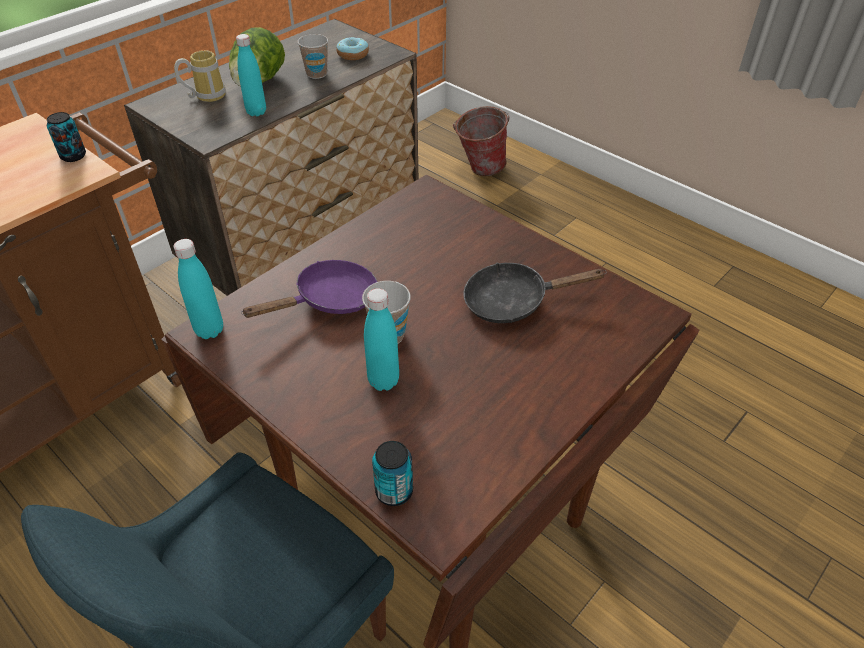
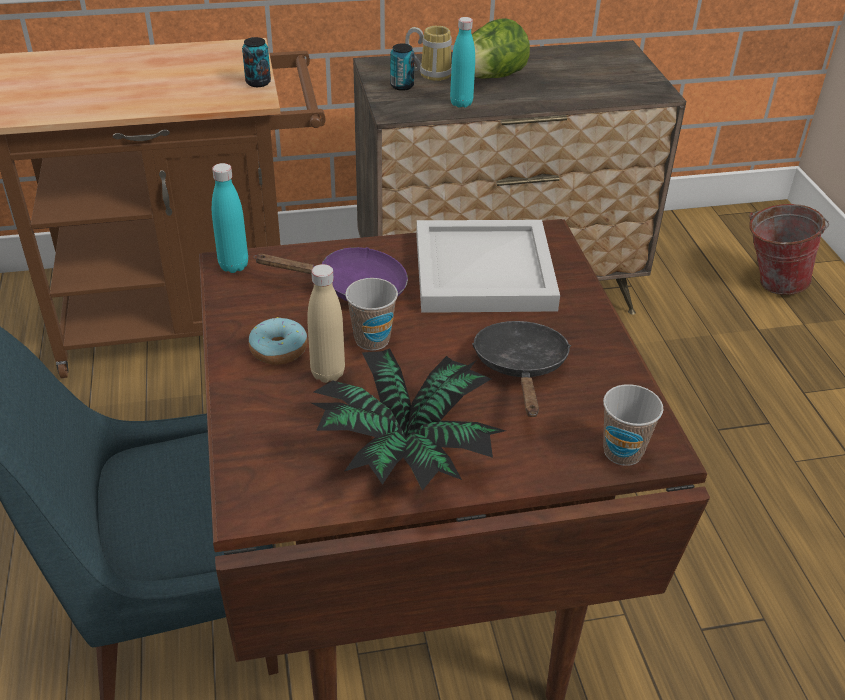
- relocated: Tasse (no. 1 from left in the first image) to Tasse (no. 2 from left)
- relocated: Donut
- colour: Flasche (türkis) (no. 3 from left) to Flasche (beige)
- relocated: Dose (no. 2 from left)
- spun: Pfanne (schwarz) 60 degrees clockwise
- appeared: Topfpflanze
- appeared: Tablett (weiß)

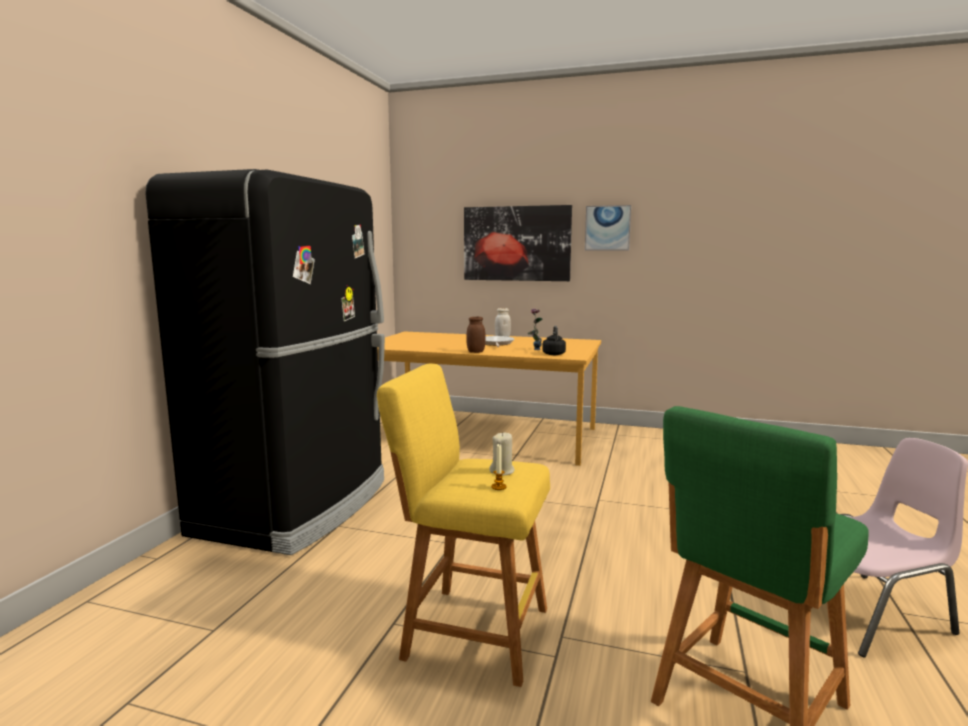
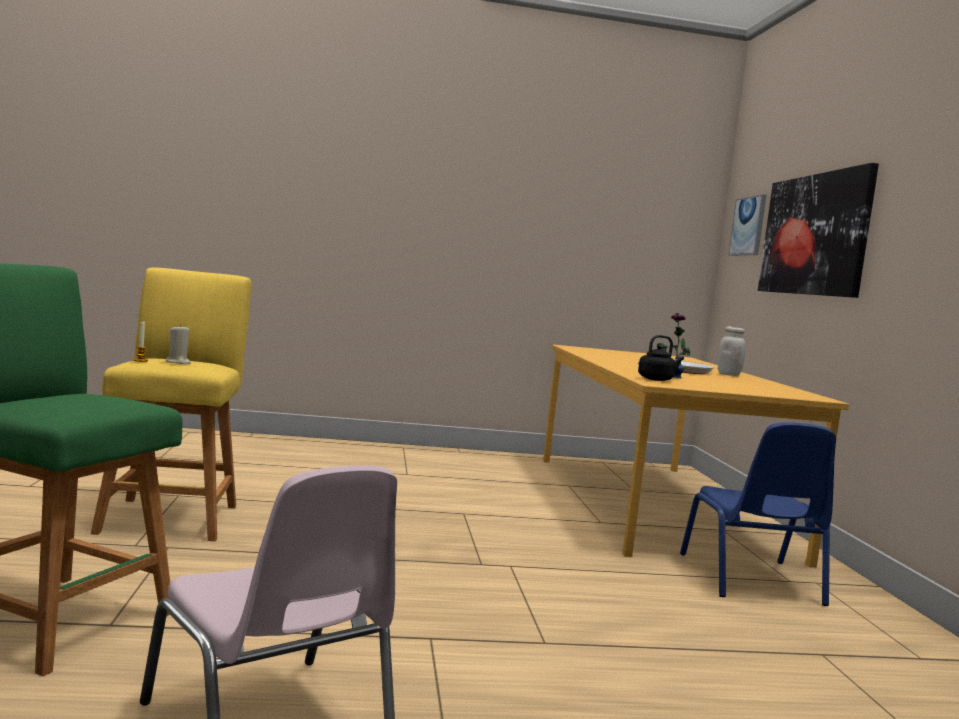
- missing: Kühlschrank (schwarz)
- missing: Vorratsglas (braun)
- relocated: Bild (no. 2 from left in the first image) to Bild (no. 1 from left)
- appeared: Stuhl (blau)

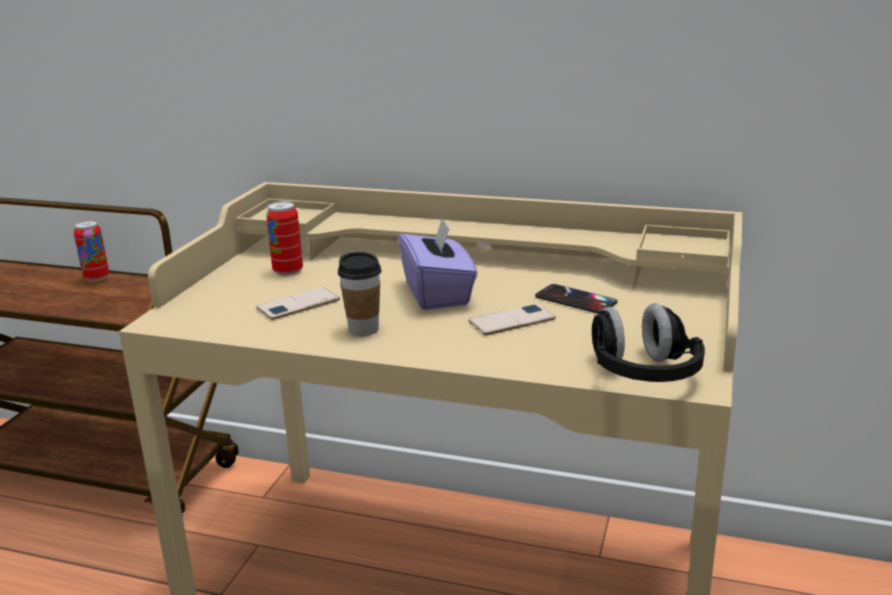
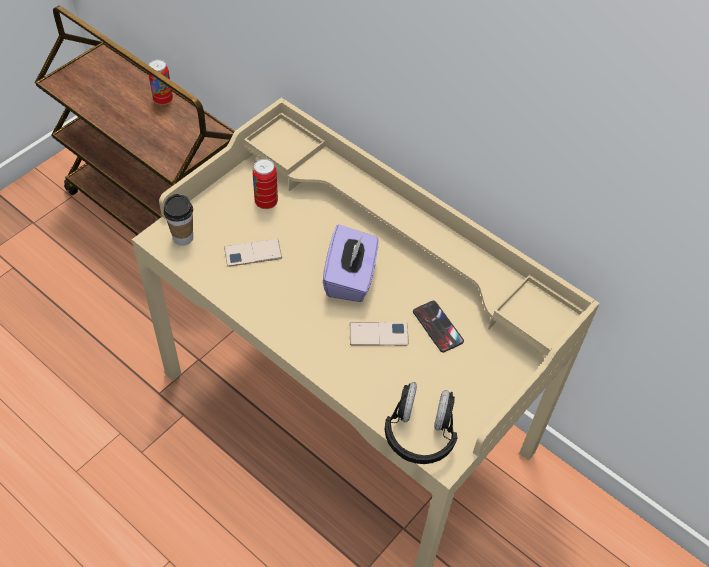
- relocated: Tasse

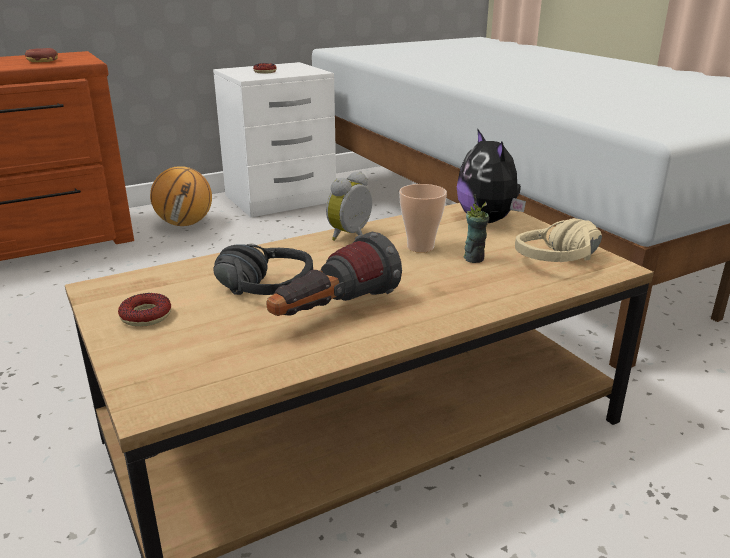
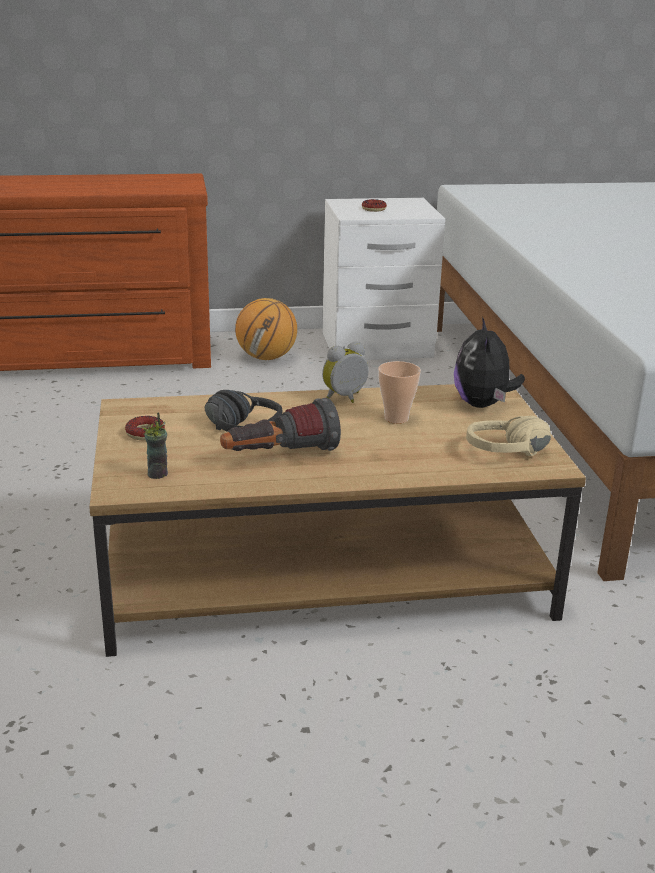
- missing: Donut (no. 1 from left)
- relocated: Tasse (no. 2 from left in the first image) to Tasse (no. 1 from left)

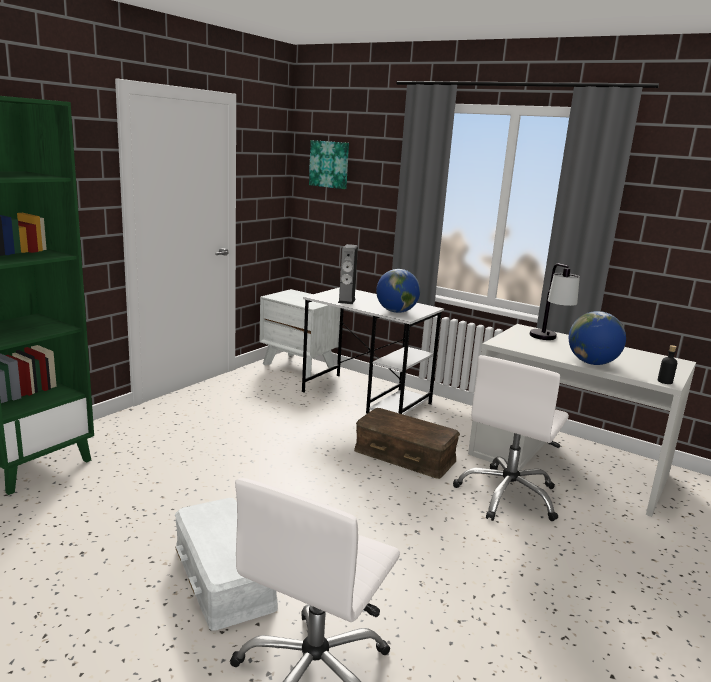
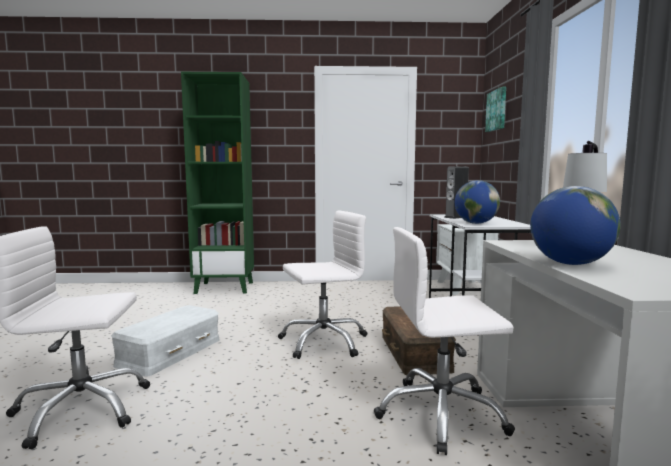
- missing: Flasche (schwarz)
- appeared: Bürostuhl (weiß) (no. 2 from left)

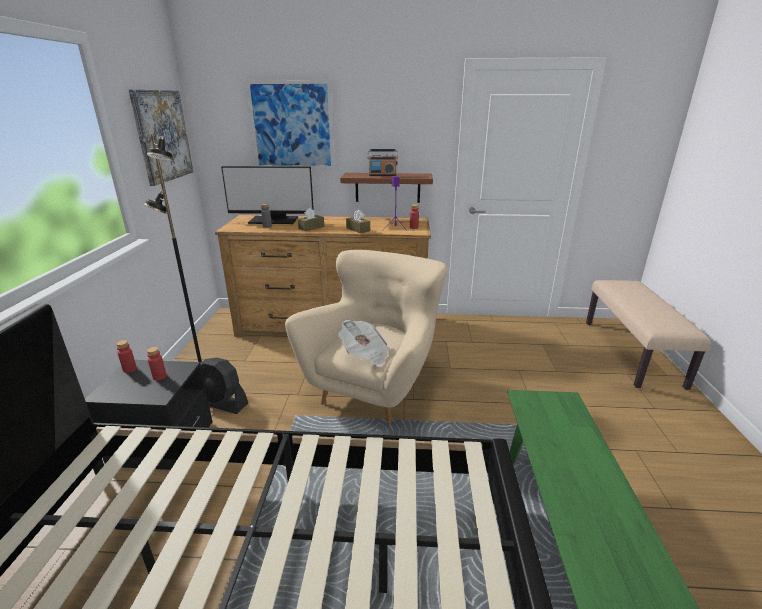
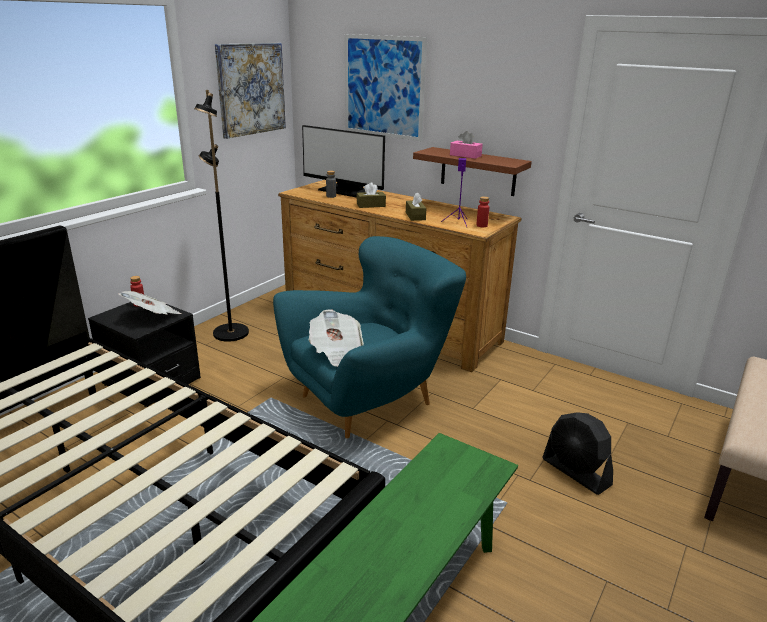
- exchanged: Flasche (rot) (no. 2 from left) to Zeitung (no. 1 from left)
- relocated: Ventilator (schwarz)
- colour: Sessel (beige) to Sessel (türkis)
- exchanged: Radio to Taschentuchbox (rosa)

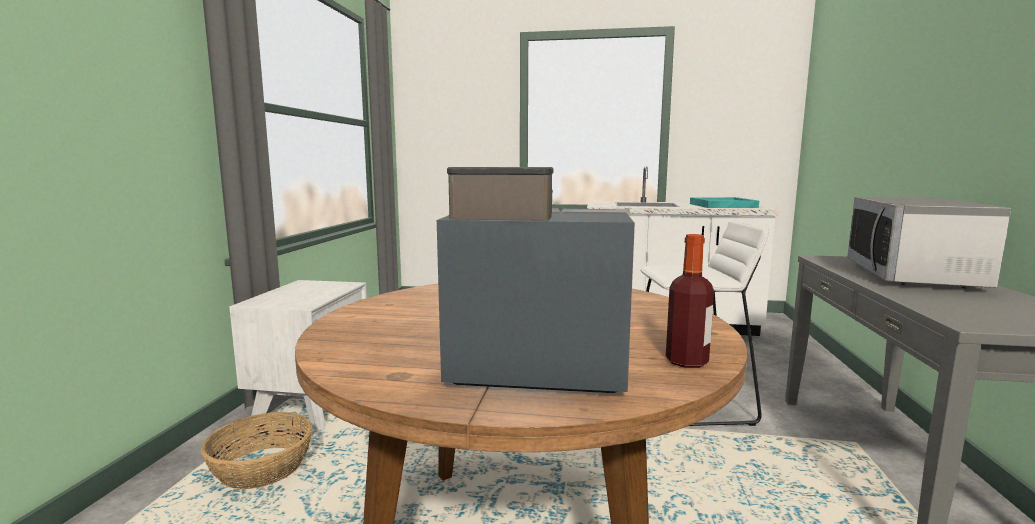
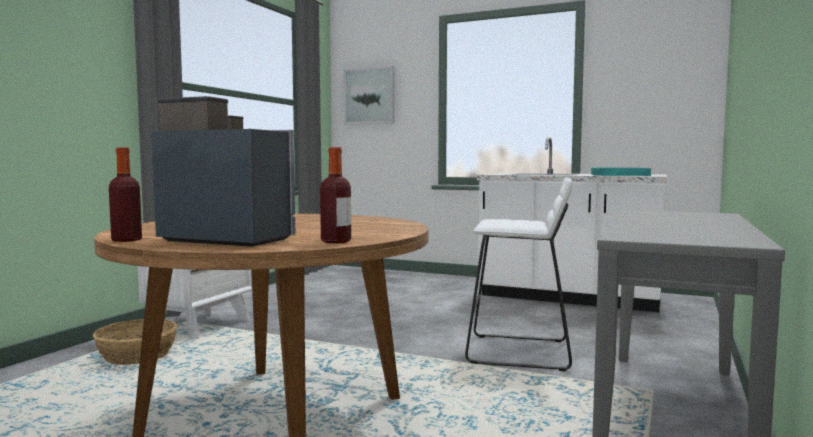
- missing: Mikrowelle
- appeared: Flasche (no. 1 from left)
- appeared: Bild

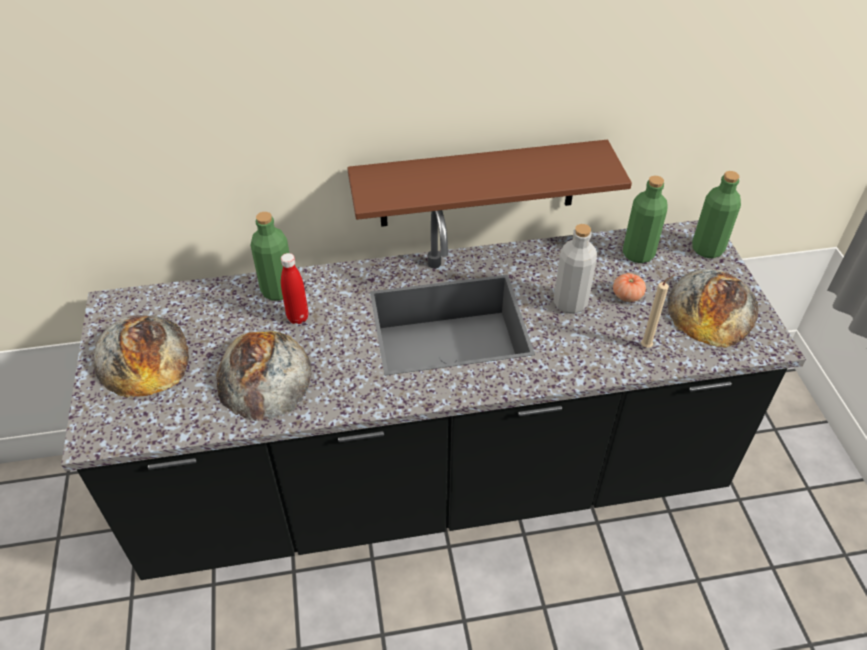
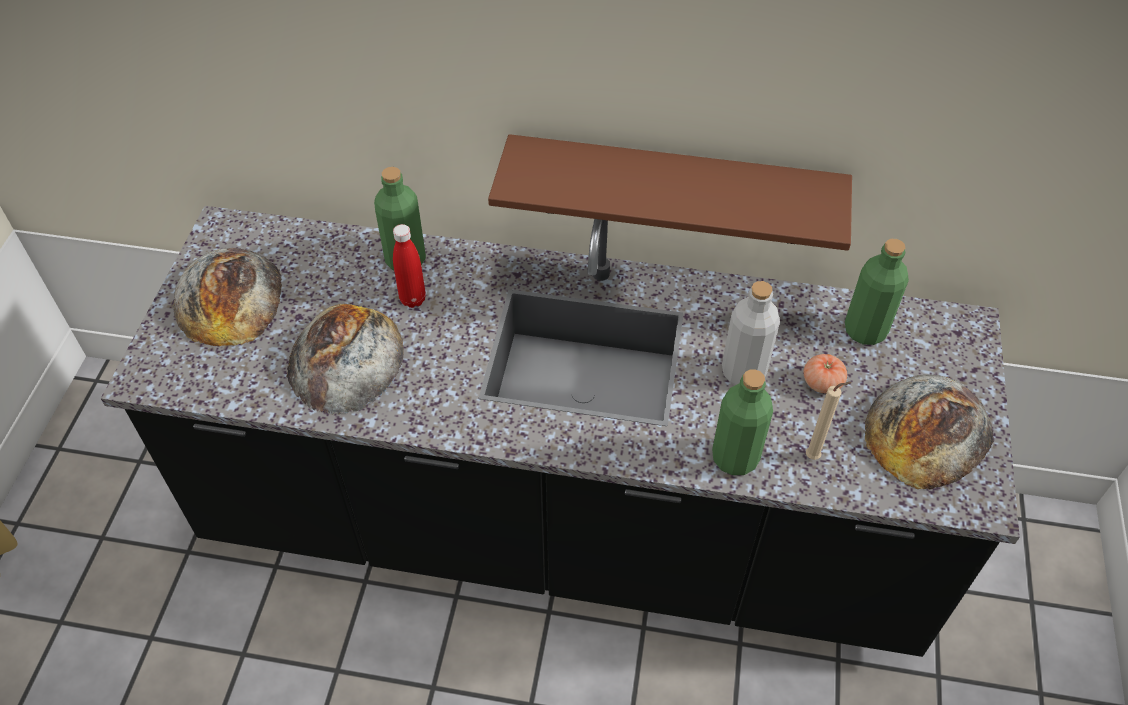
- relocated: Flasche (grün) (no. 3 from left in the first image) to Flasche (grün) (no. 2 from left)

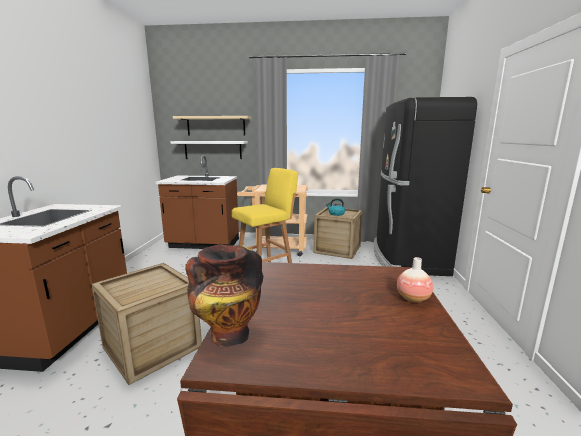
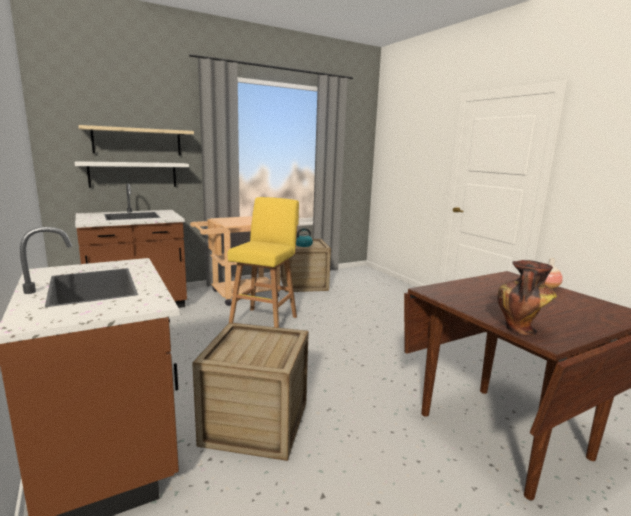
- missing: Kühlschrank (schwarz)

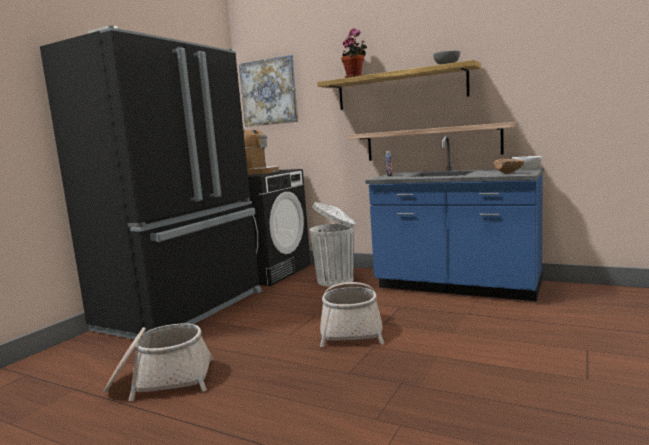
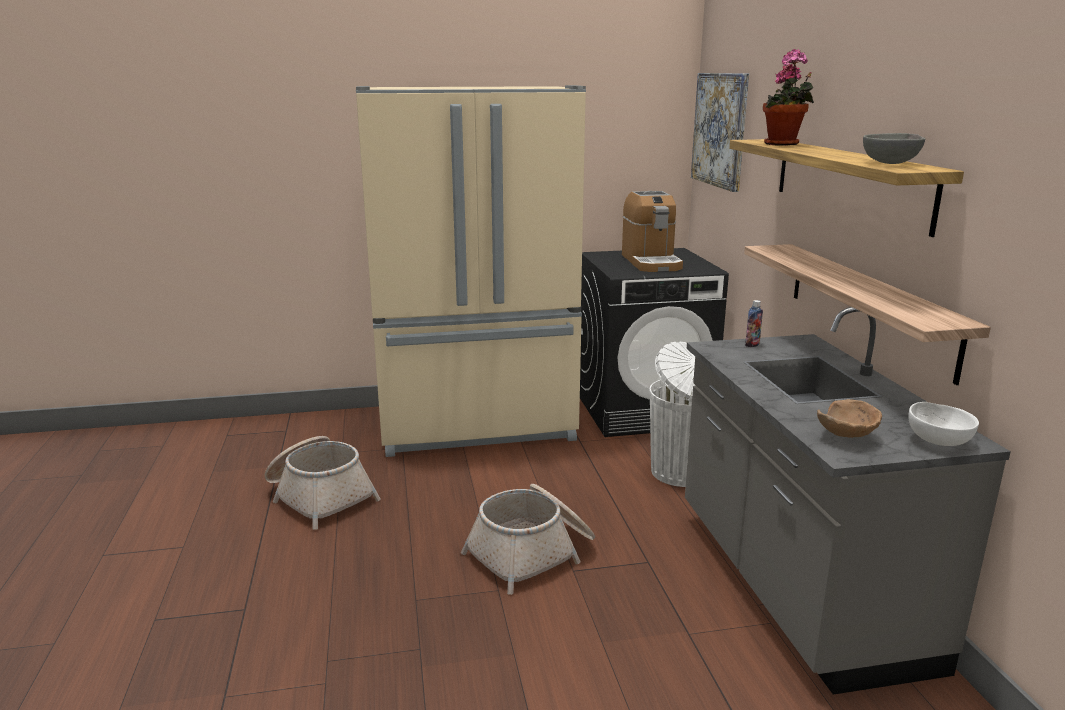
- colour: Kühlschrank (schwarz) to Kühlschrank (beige)
- colour: Küchenzeile (blau) to Küchenzeile (grau)

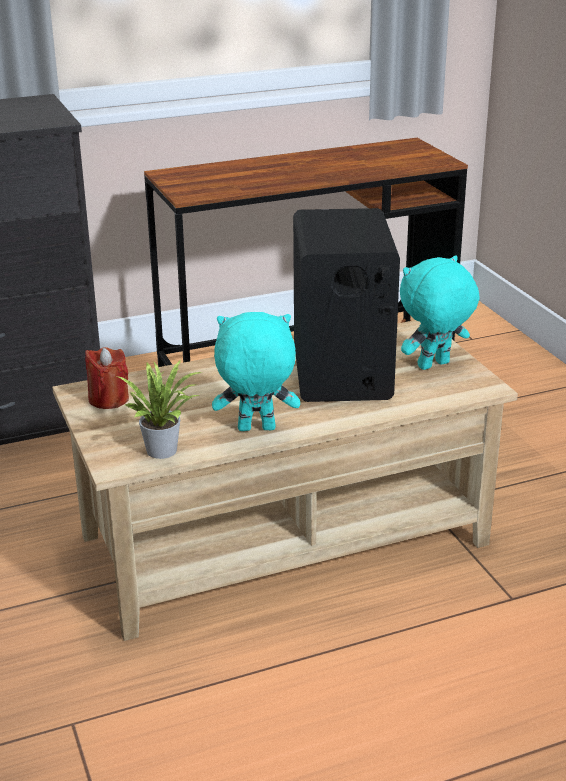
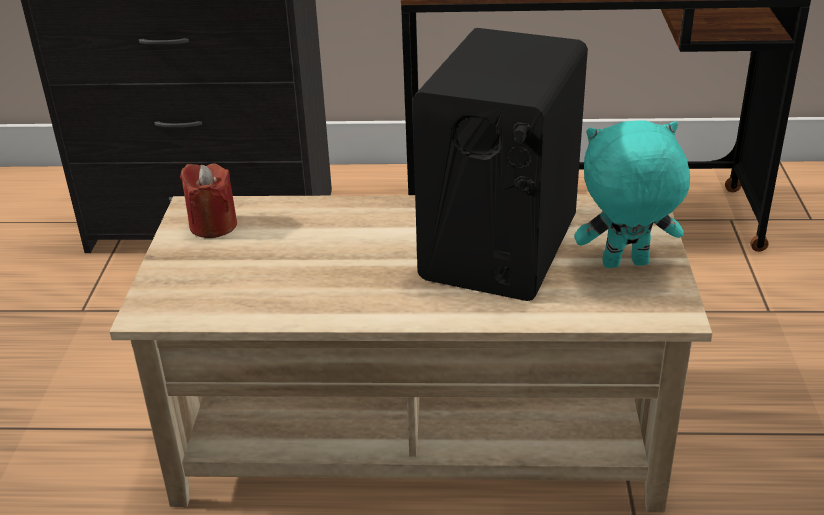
- missing: Topfpflanze
- missing: Plüschtier (türkis) (no. 1 from left)

